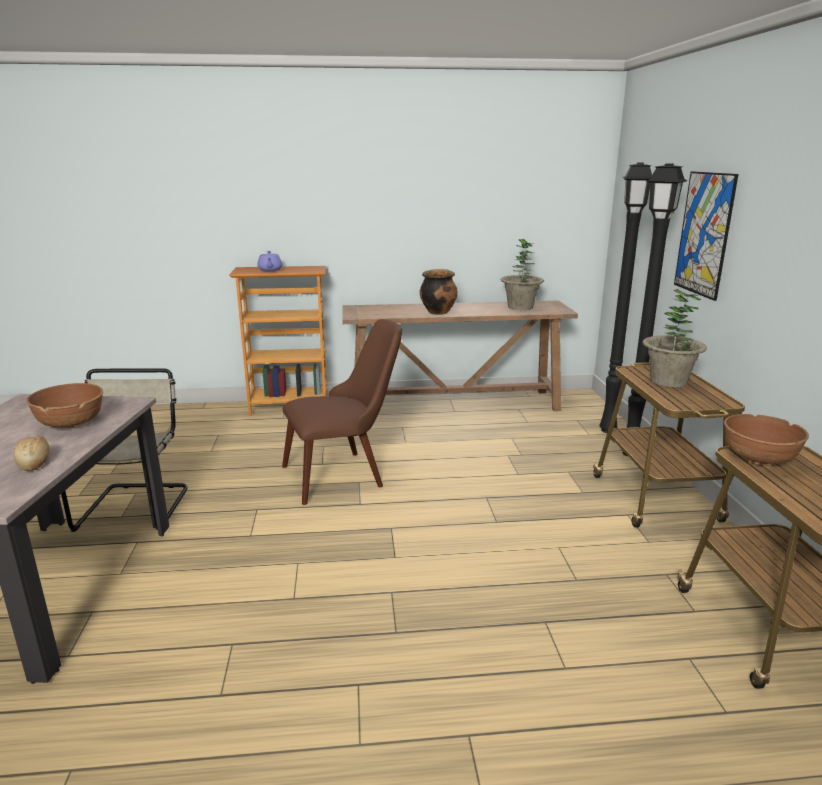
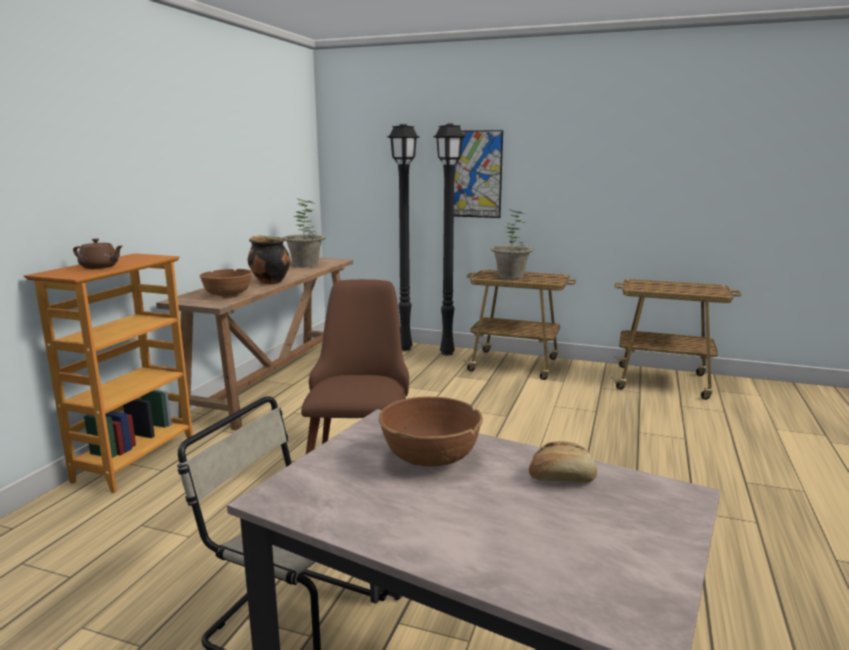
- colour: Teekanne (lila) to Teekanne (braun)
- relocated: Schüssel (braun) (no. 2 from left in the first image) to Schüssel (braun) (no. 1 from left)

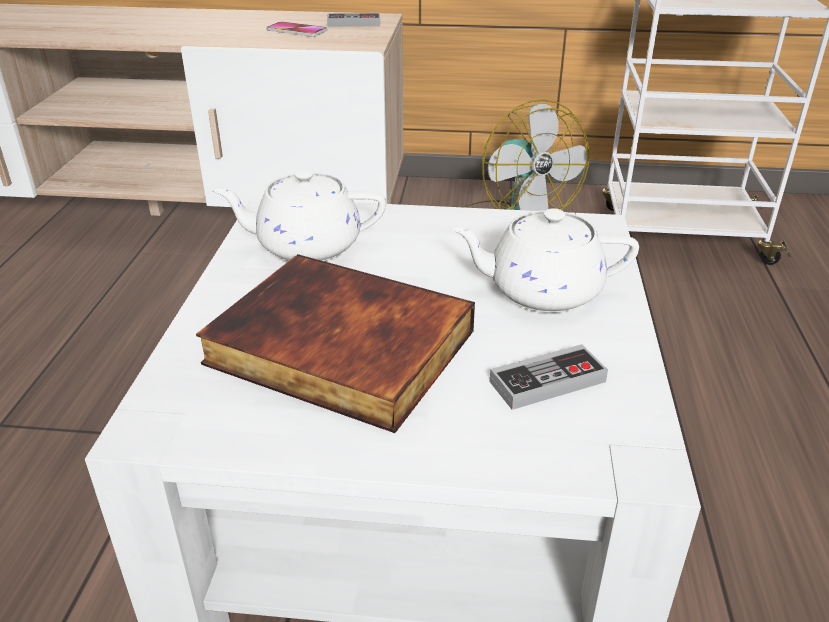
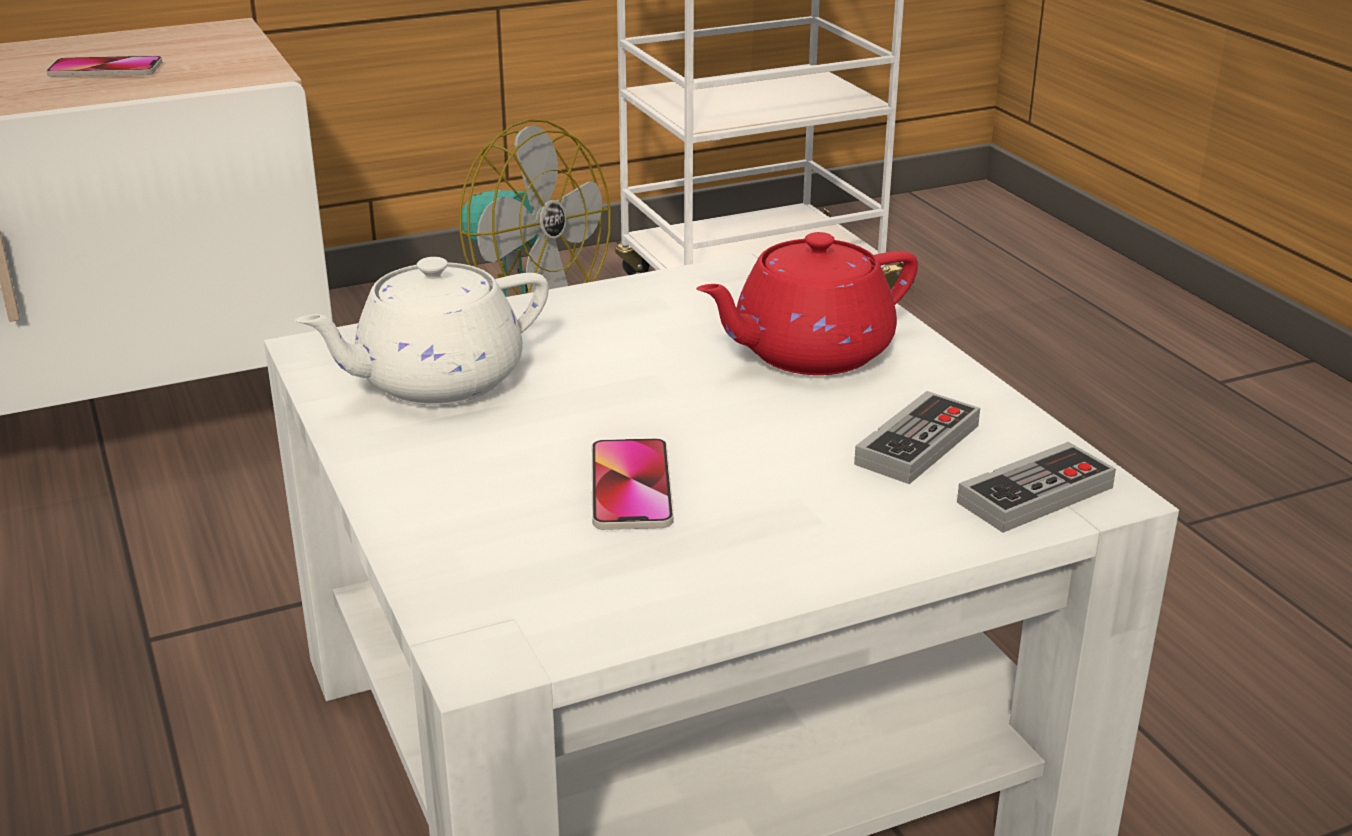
- exchanged: Buch to Handy (no. 2 from left)
- relocated: Gamepad (no. 1 from left in the first image) to Gamepad (no. 2 from left)
- colour: Teekanne (weiß) (no. 2 from left) to Teekanne (rot)

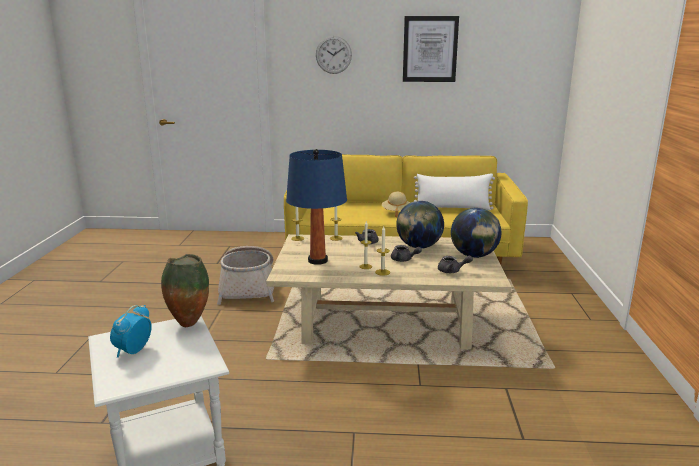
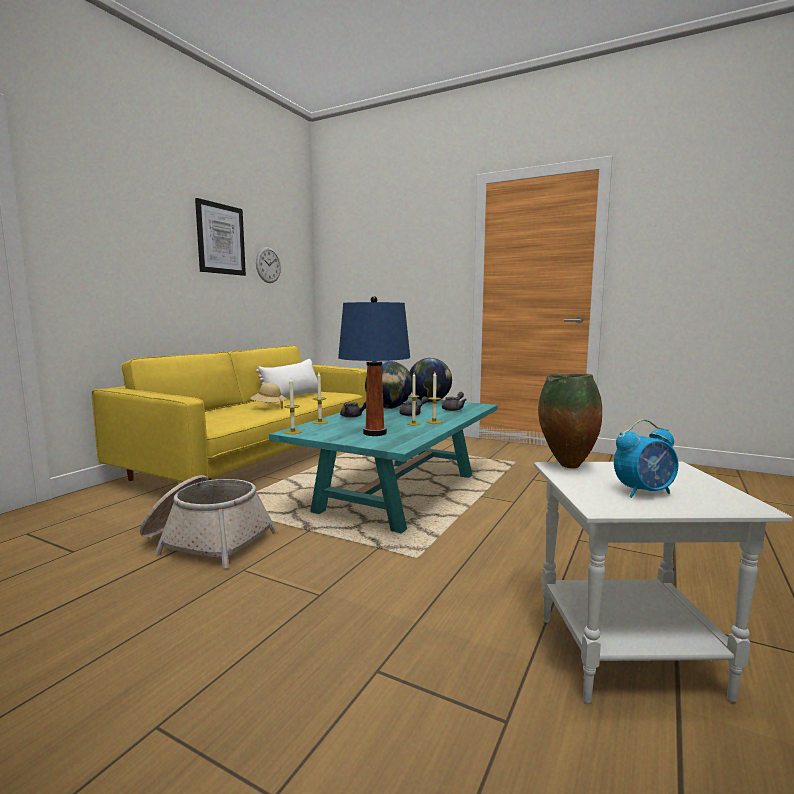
- spun: Wecker 60 degrees counterclockwise
- colour: Couchtisch (beige) to Couchtisch (türkis)
- relocated: Wanduhr

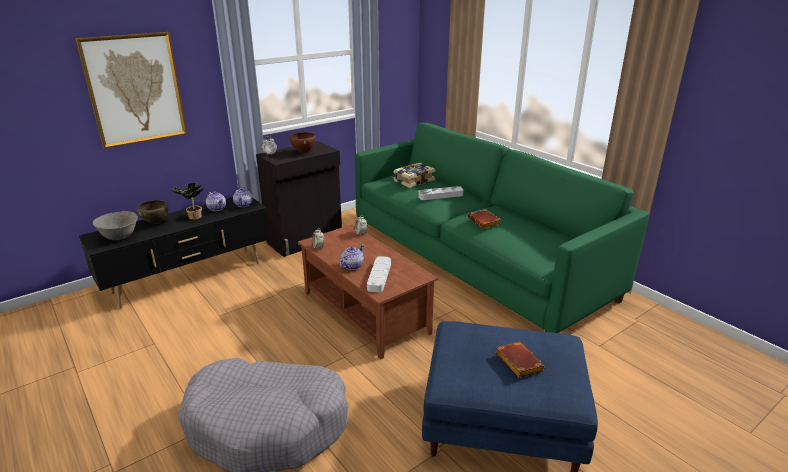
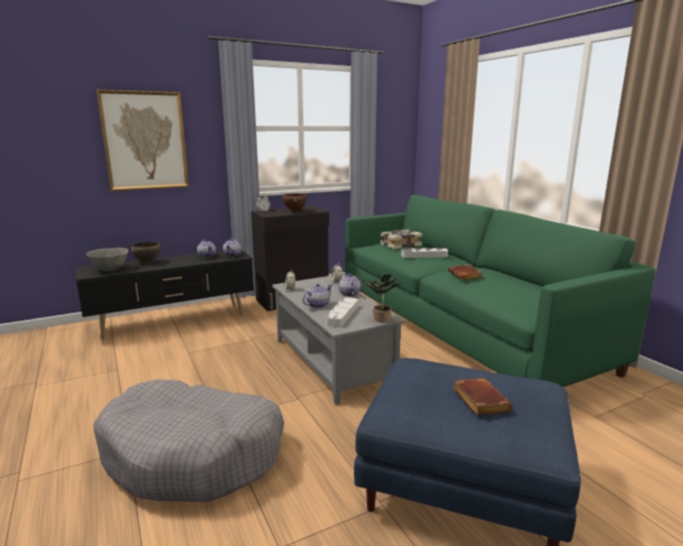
- relocated: Topfpflanze
- colour: Couchtisch (braun) to Couchtisch (grau)
- appeared: Teekanne (no. 4 from left)

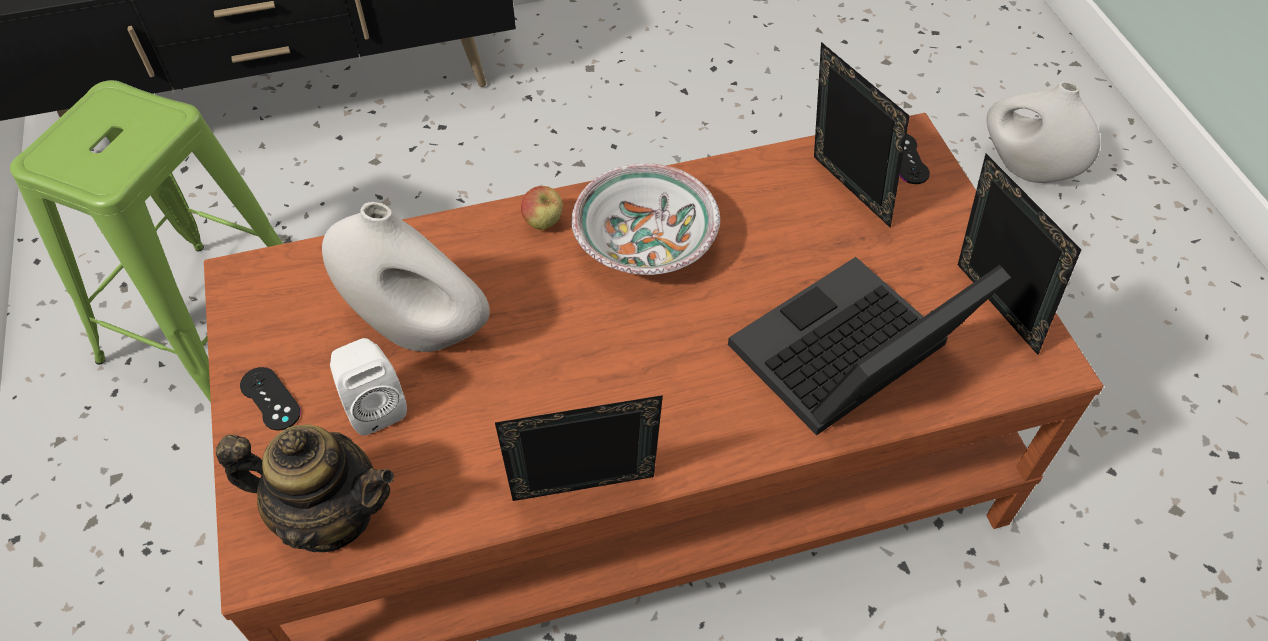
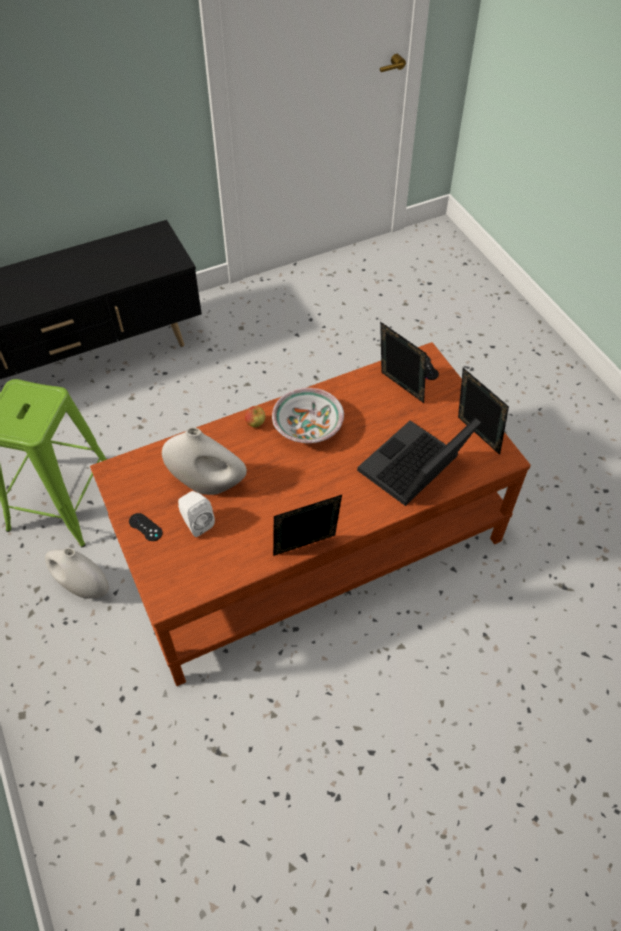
- missing: Teekanne
- relocated: Vase (weiß) (no. 2 from left in the first image) to Vase (weiß) (no. 1 from left)

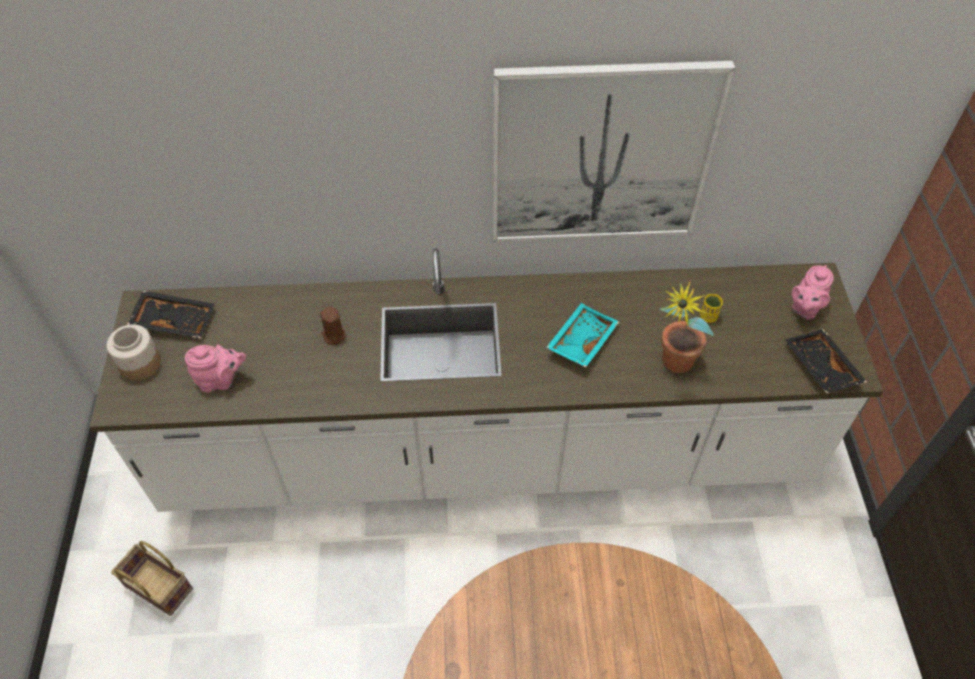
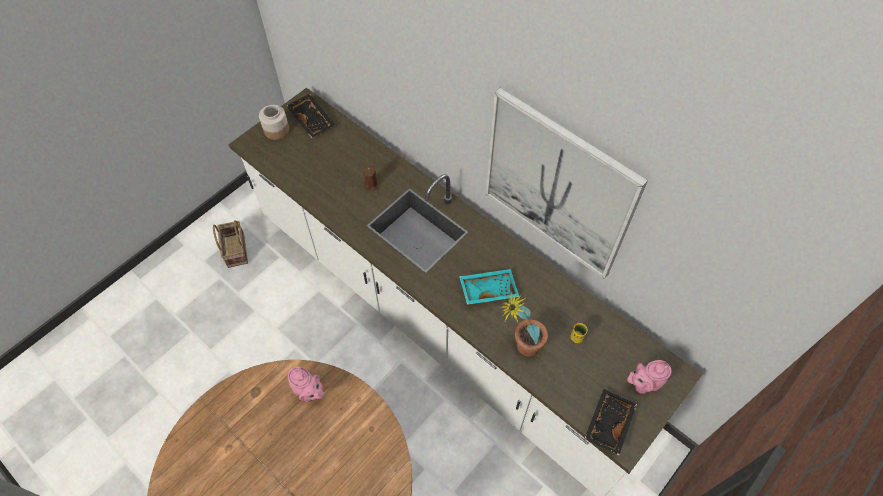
- relocated: Teekanne (rosa) (no. 1 from left)

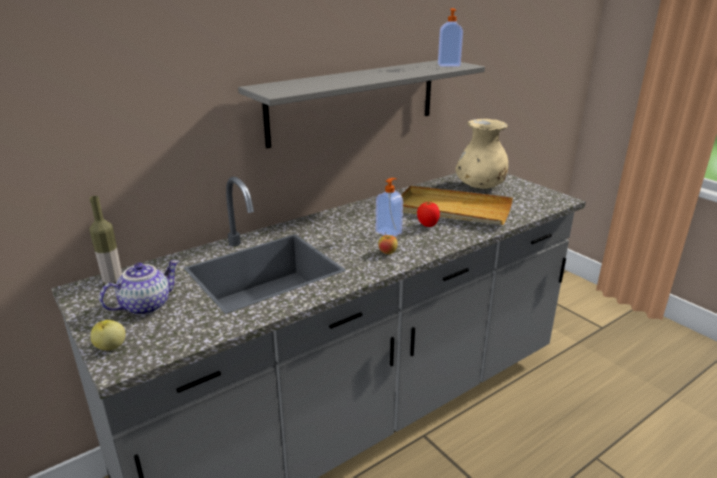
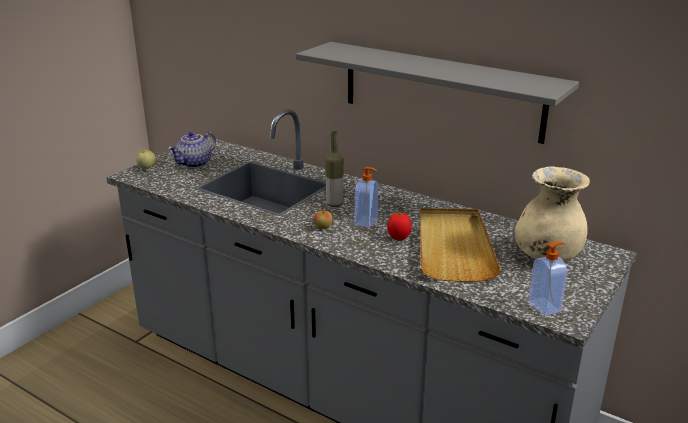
- relocated: Flasche
- spun: Teekanne 105 degrees clockwise
- relocated: Seifenspender (no. 2 from left)

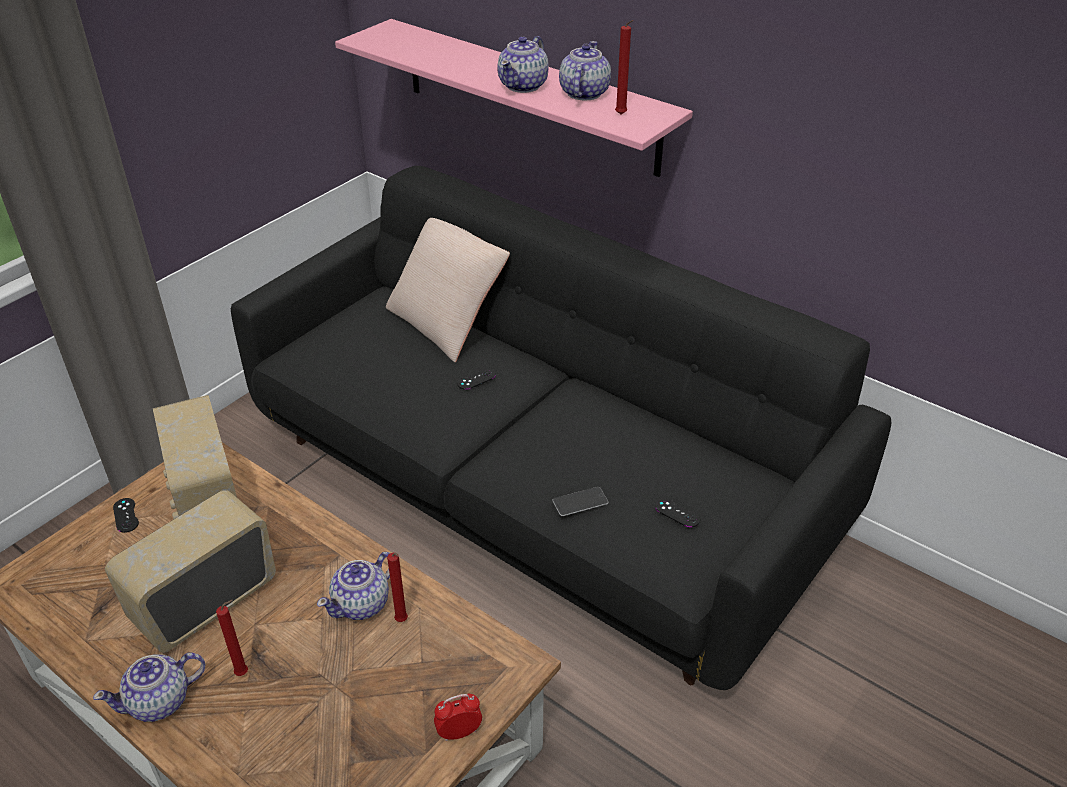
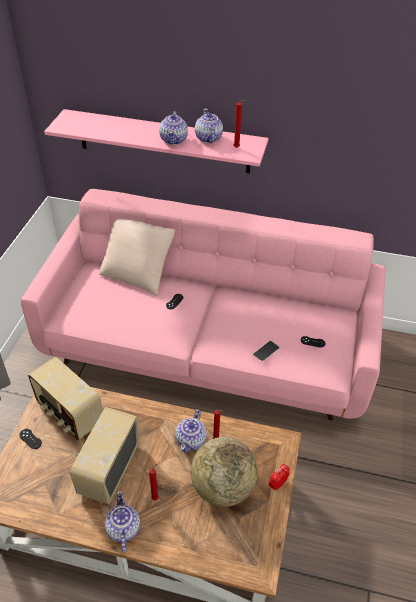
- spun: Teekanne (no. 1 from left) 135 degrees clockwise
- colour: Sofa (schwarz) to Sofa (rosa)
- appeared: Globus

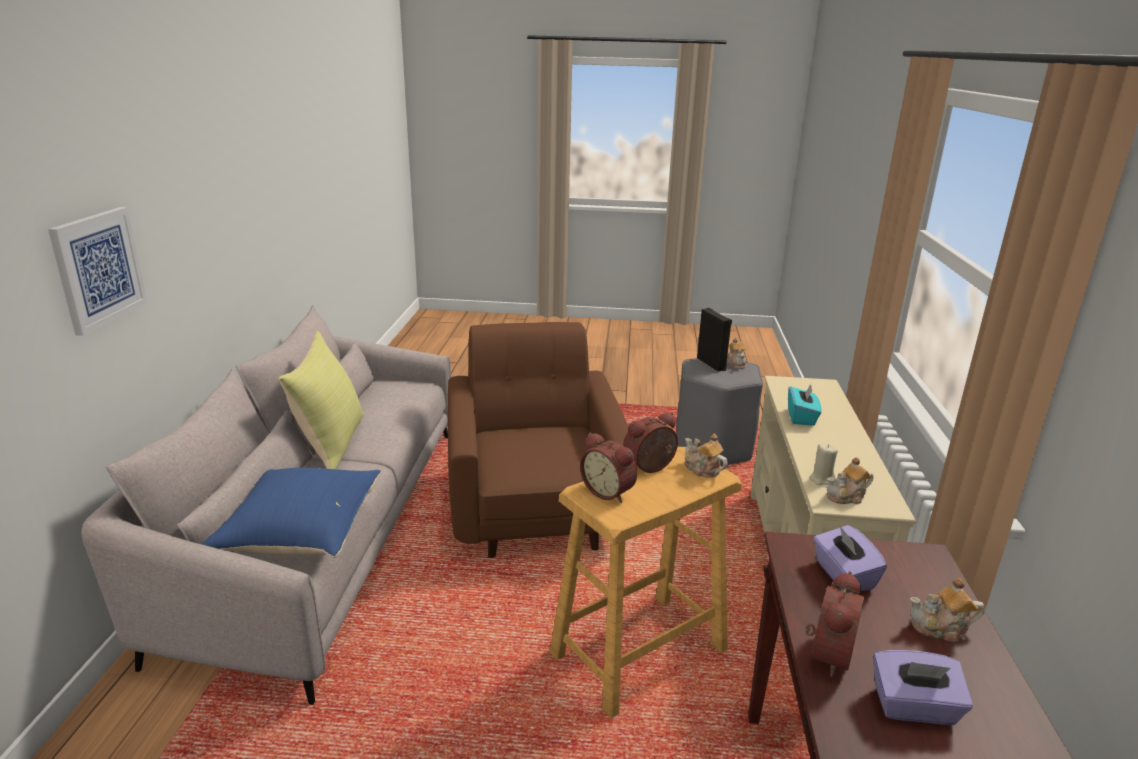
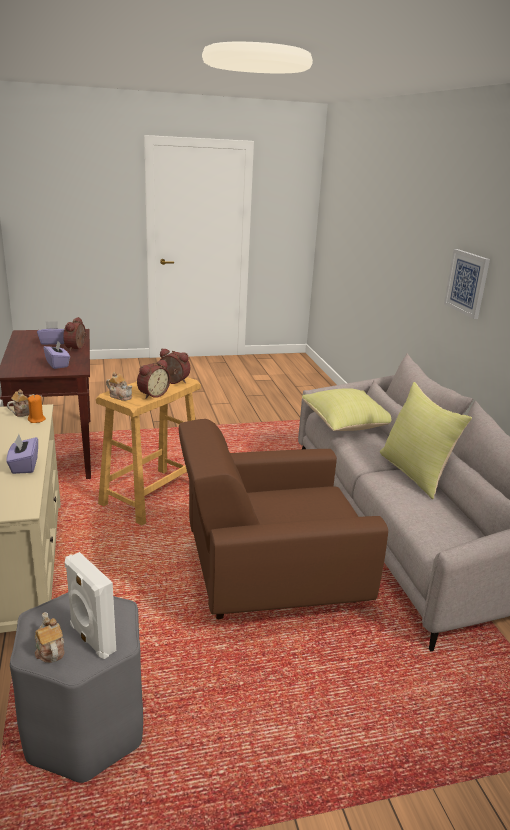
- colour: Kissen (blau) to Kissen (gelb) (no. 1 from left)
- spun: Sessel (braun) 105 degrees clockwise
- colour: Lautsprecher (schwarz) to Lautsprecher (weiß)
- colour: Taschentuchbox (türkis) to Taschentuchbox (lila) (no. 1 from left)
- colour: Kerze (beige) to Kerze (orange)
- missing: Teekanne (no. 4 from left)

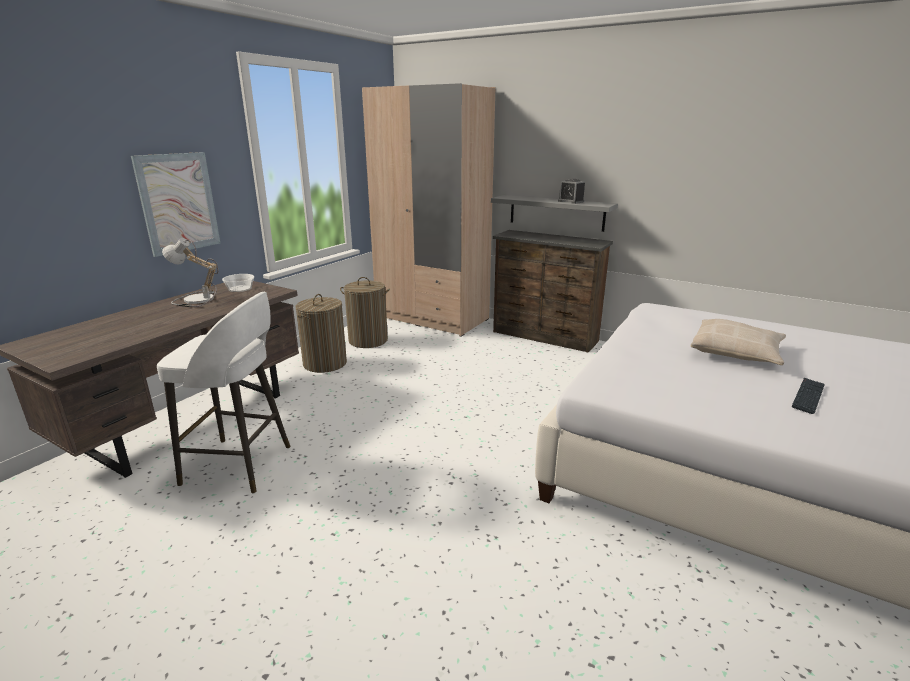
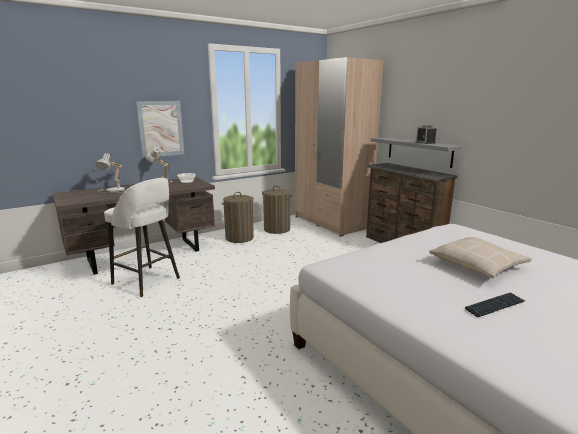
- appeared: Tischlampe (no. 1 from left)

